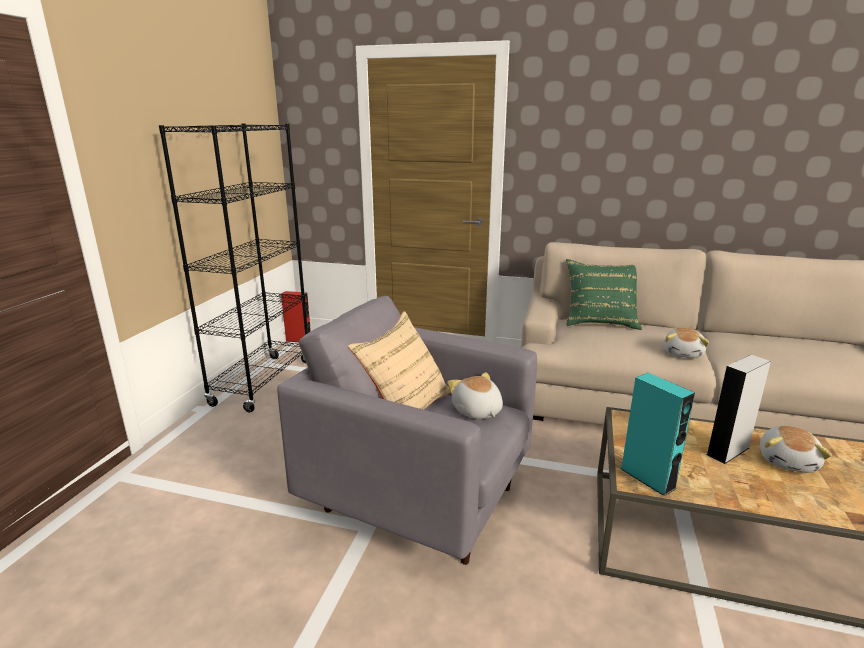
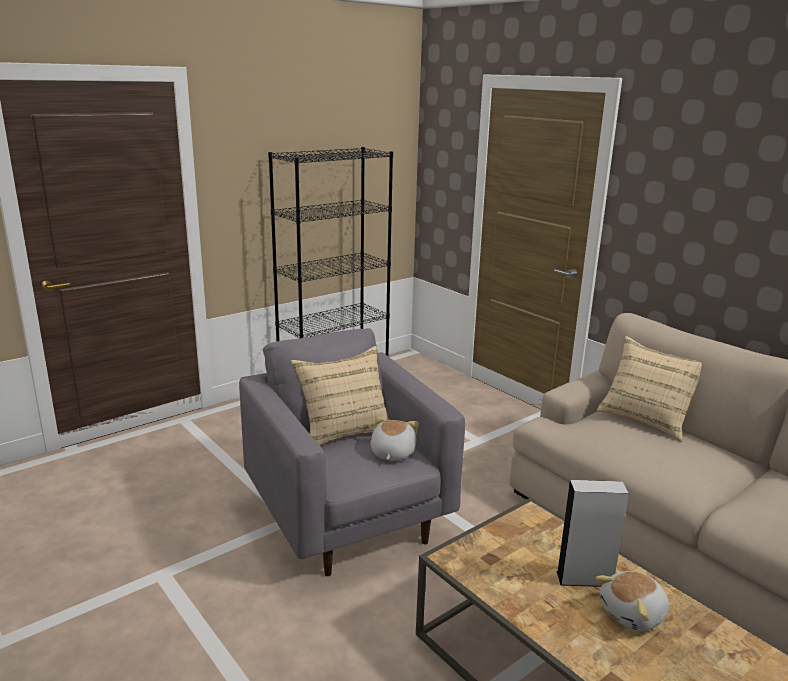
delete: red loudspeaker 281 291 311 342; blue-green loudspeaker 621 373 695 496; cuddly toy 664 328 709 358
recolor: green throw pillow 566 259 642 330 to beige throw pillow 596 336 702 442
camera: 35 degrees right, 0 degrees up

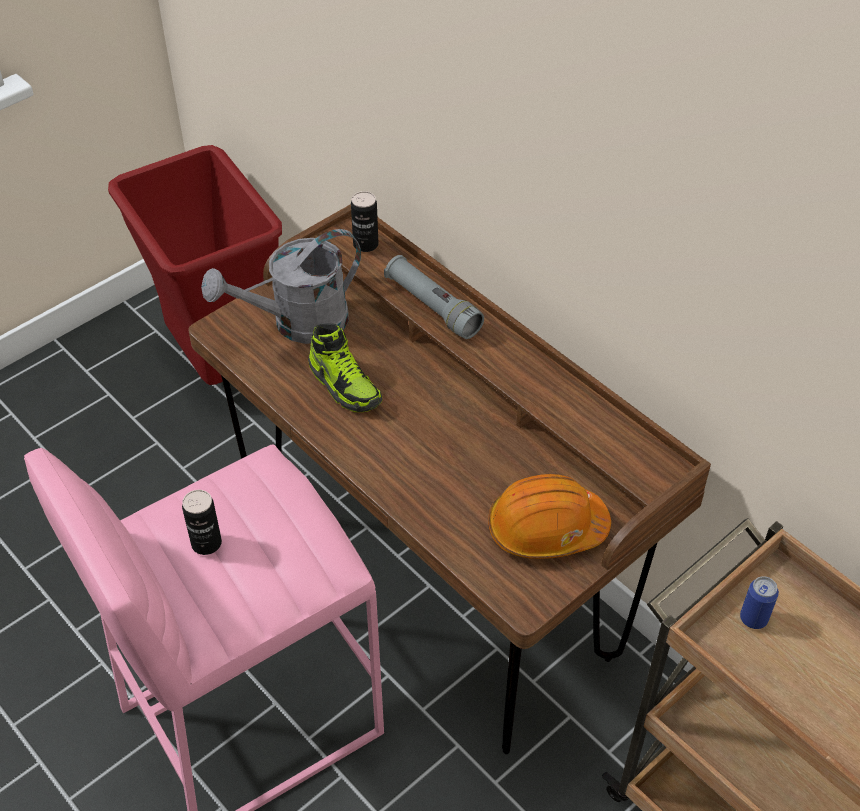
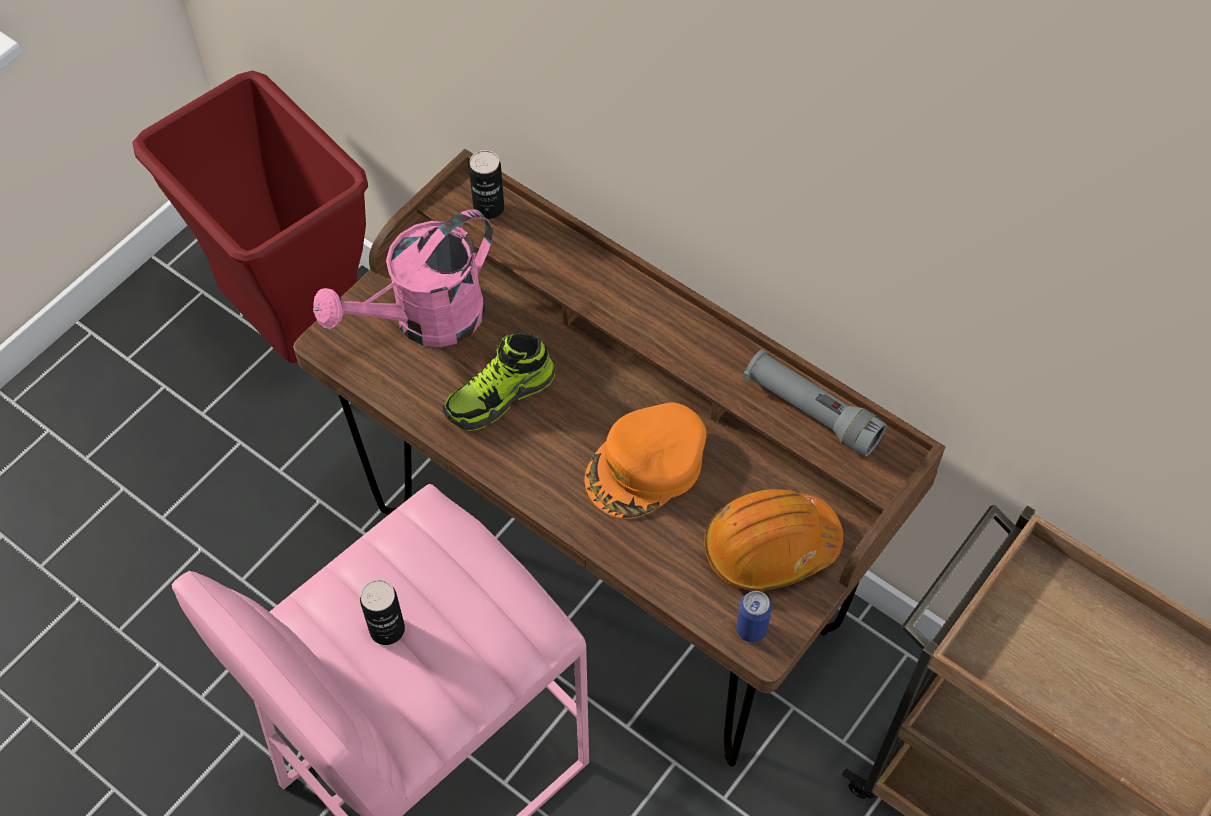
insert: orange-coloured peaked cap 584 403 706 519
move: sealed can 740 576 779 629 to 736 591 772 643; greyish hand torch 384 255 484 339 to 743 349 887 456
recolor: greyish watering can 201 229 361 344 to pink watering can 313 209 493 347
rotate: shoe 308 323 383 412 = 442 333 555 431 105 degrees clockwise
camera: 10 degrees left, 10 degrees up

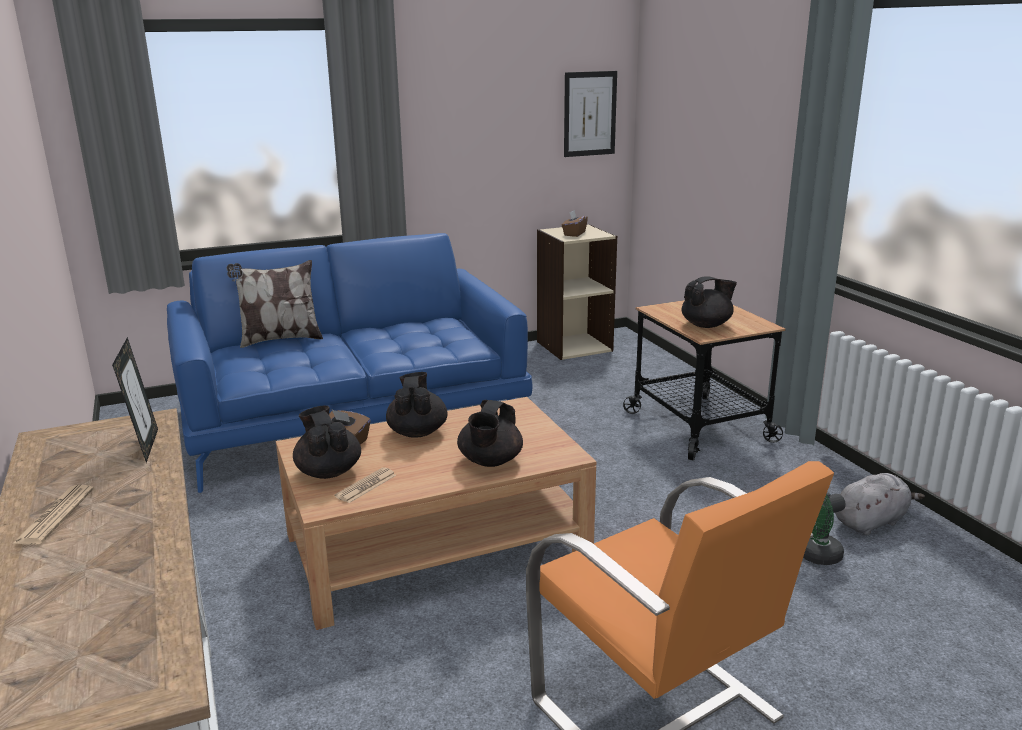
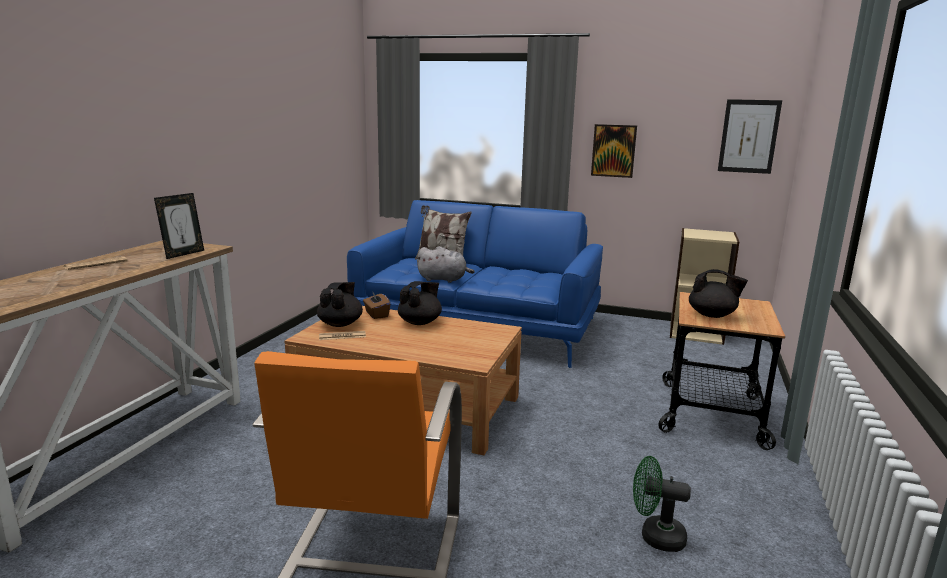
delete: blackish tea pot 457 400 523 467; brown tissue box 562 210 588 237
insert: picture 591 124 637 178
move: greyish cuddly toy 835 473 925 535 to 416 246 474 283
camera: 40 degrees right, 5 degrees down

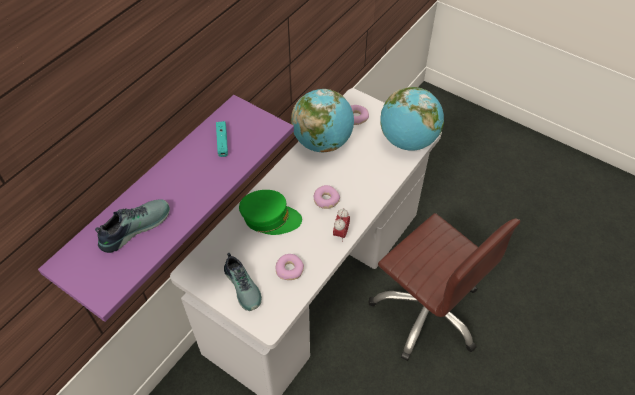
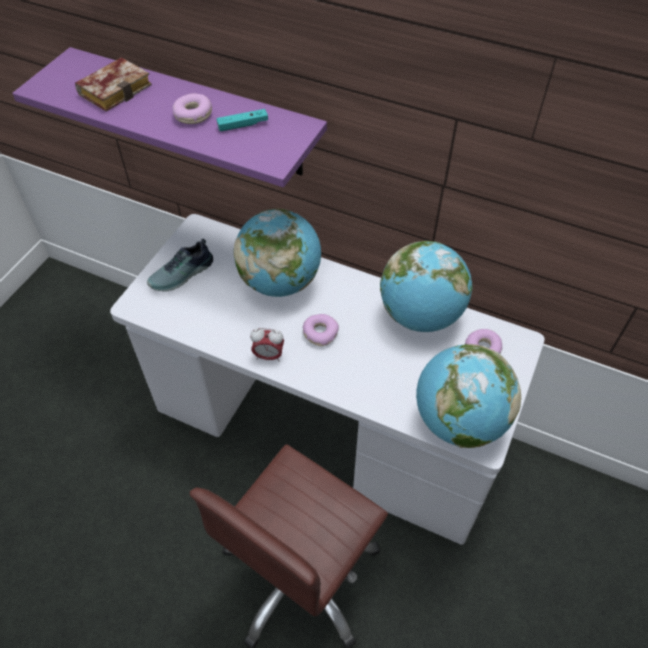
move: ring doughnut 275 254 304 280 to 173 94 212 124
replace: shoe 95 199 170 253 to book 75 57 152 112; green peaked cap 239 190 302 235 to desk globe 234 209 321 297
camera: 80 degrees right, 0 degrees up

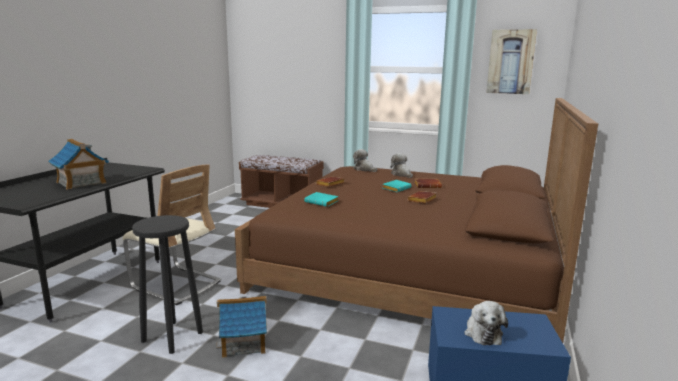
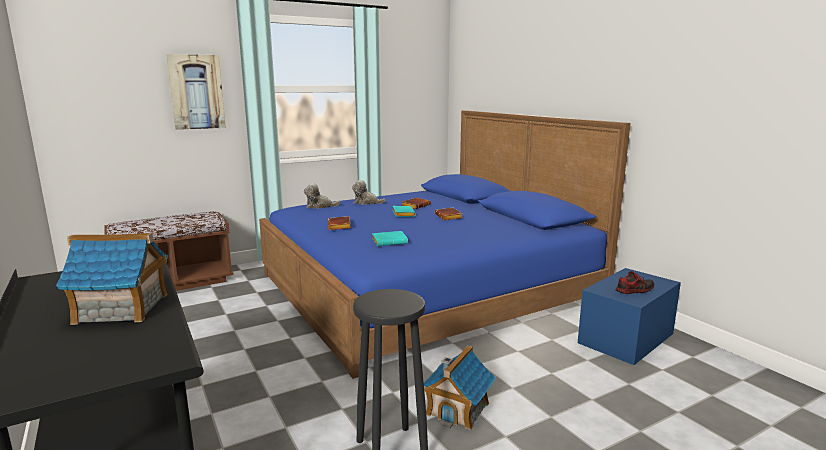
delete: beige plain chair 123 164 221 305
move: picture 486 29 537 94 to 166 54 226 130
replace: cuddly toy 464 301 508 345 to shoe 615 271 654 294
recolor: brown bed 235 98 598 343 to blue-coloured bed 259 110 631 379
camera: 50 degrees left, 0 degrees up

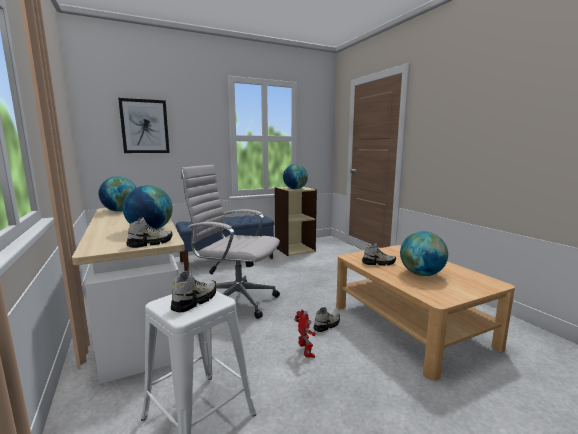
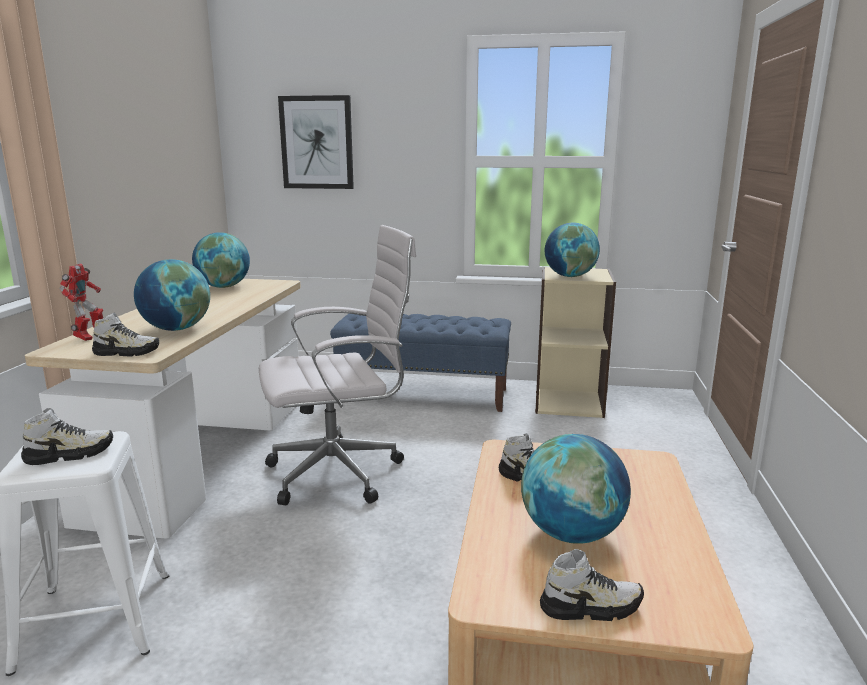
move: robot figure 294 309 316 358 to 59 263 103 341; shoe 314 307 340 332 to 540 549 644 621
rotate: white-coloured computer chair 180 165 280 319 = 259 225 416 505 105 degrees clockwise
camera: 35 degrees right, 5 degrees up

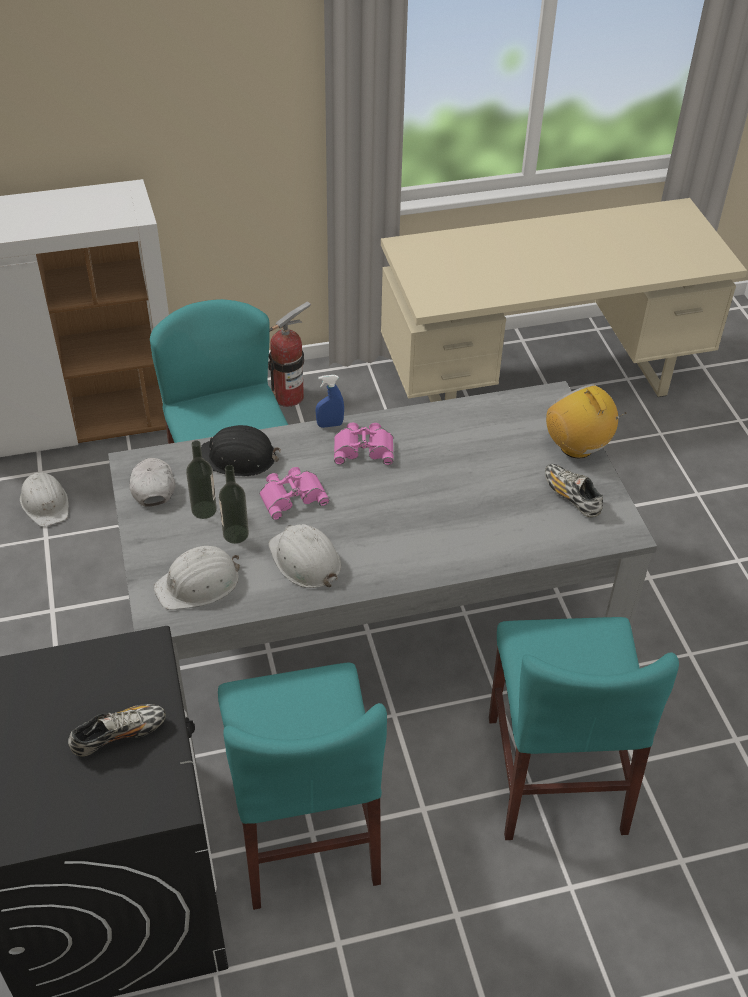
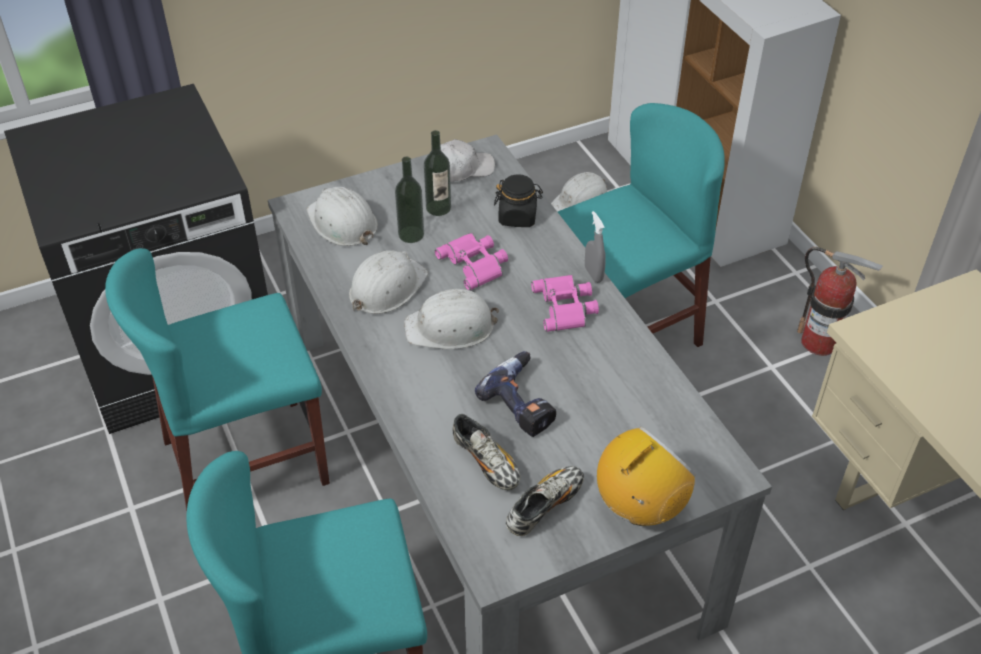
insert: white-coloured work helmet 404 289 499 349; electric drill 475 351 556 437
move: shoe 68 704 166 757 to 453 414 520 490
replace: blackish work helmet 201 425 281 476 to blackish preserve jar 494 174 543 227
recolor: blue-coloured hand sprayer 316 375 344 428 to greyish hand sprayer 585 211 606 283
camera: 80 degrees right, 0 degrees up

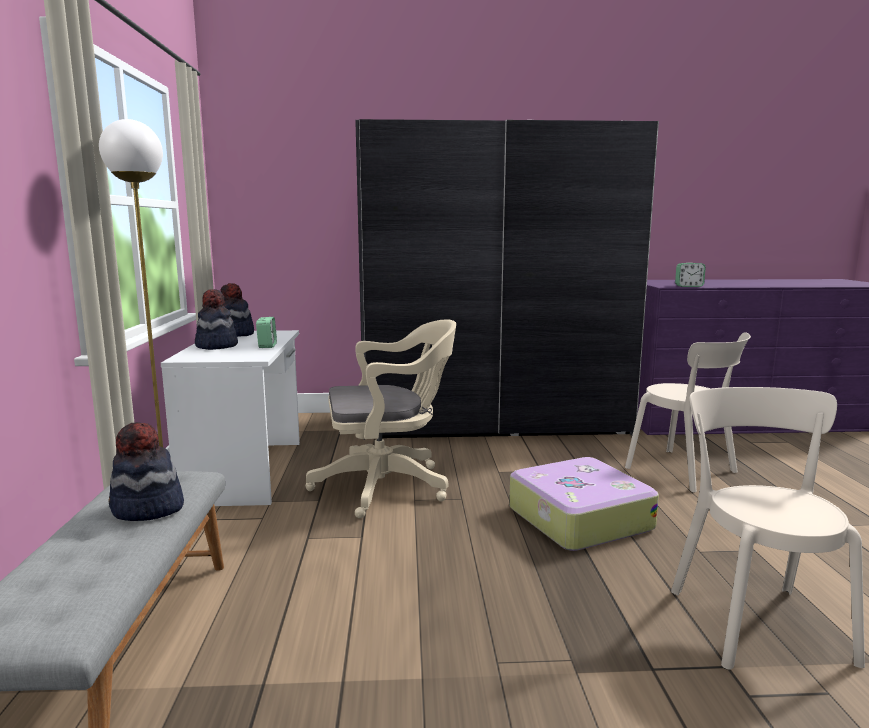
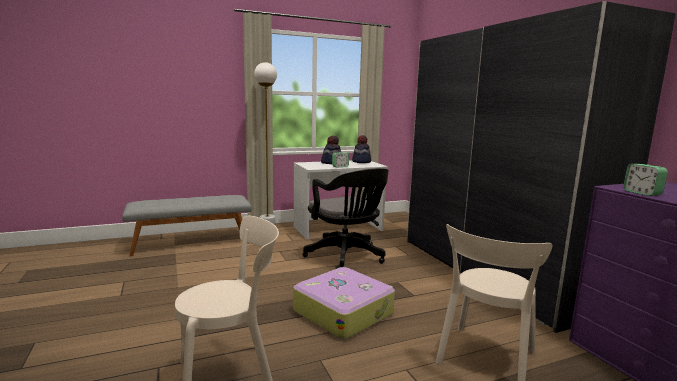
delete: wearable hat 108 422 184 521
recolor: beige computer chair 305 319 456 518 to blackish computer chair 302 168 389 269
camera: 70 degrees right, 0 degrees up

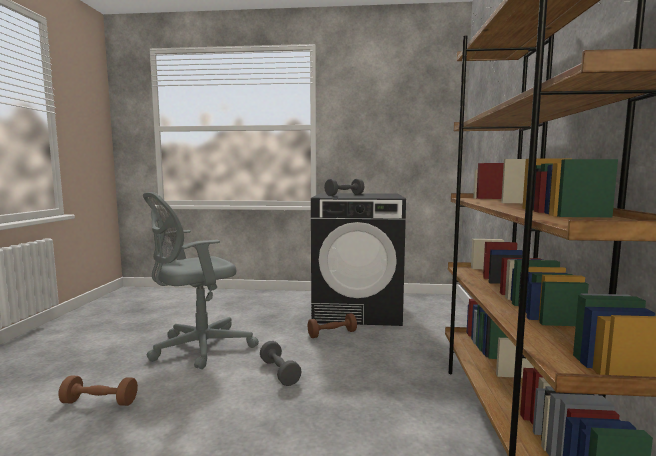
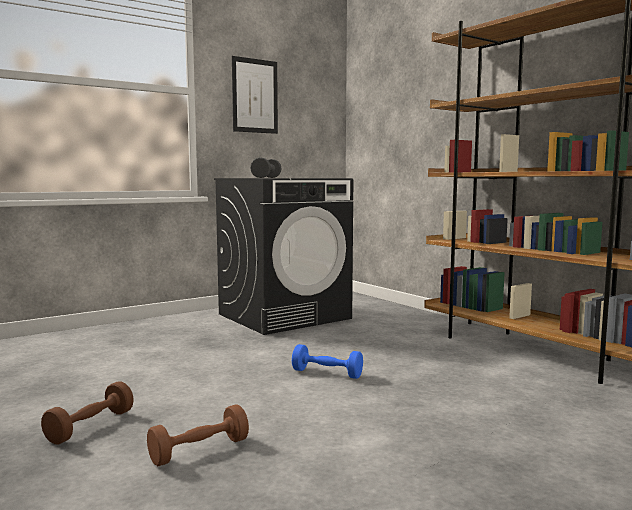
delete: greyish computer chair 143 192 259 369
insert: picture 232 56 278 134
move: brown free weight 308 313 357 338 to 41 382 134 444
recolor: greyish free weight 260 341 302 386 to blue-coloured free weight 292 344 363 379
camera: 40 degrees left, 0 degrees up

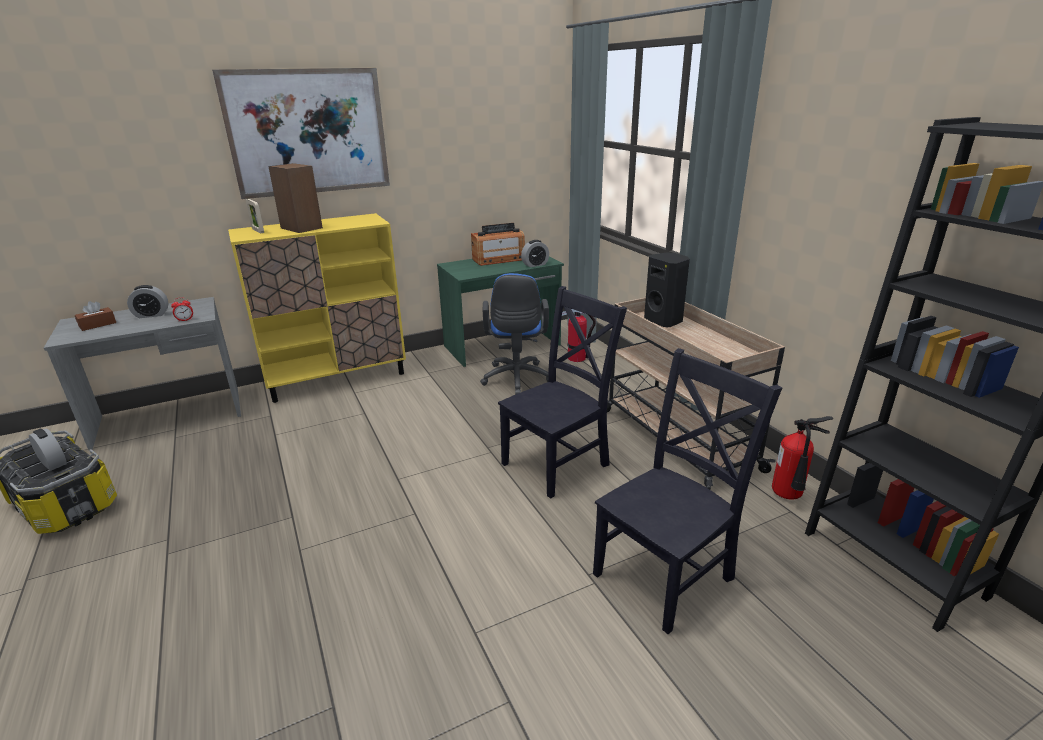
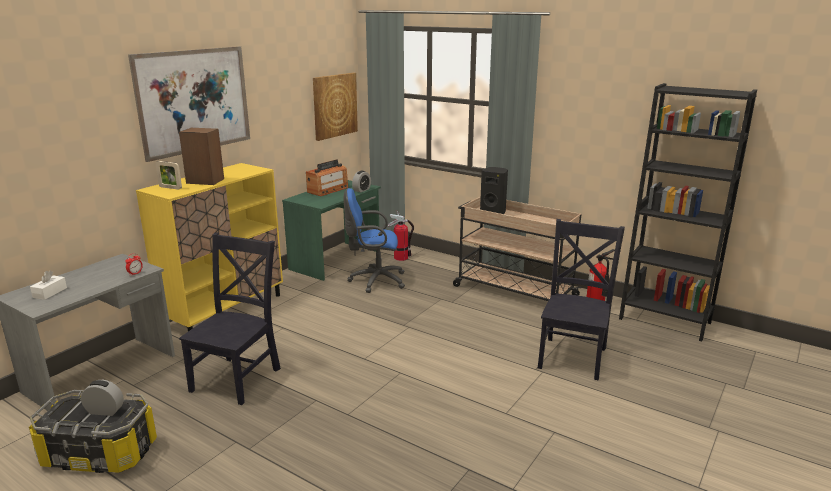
delete: table clock 127 285 169 318
insert: picture 313 73 358 141
move: blackish plain chair 498 286 627 498 to 179 233 281 405
recolor: brown tissue box 75 301 116 331 to white-coloured tissue box 30 271 67 300
rotate: blue-coloured computer chair 480 273 549 395 = 344 188 405 293 120 degrees clockwise
camera: 30 degrees left, 5 degrees down

